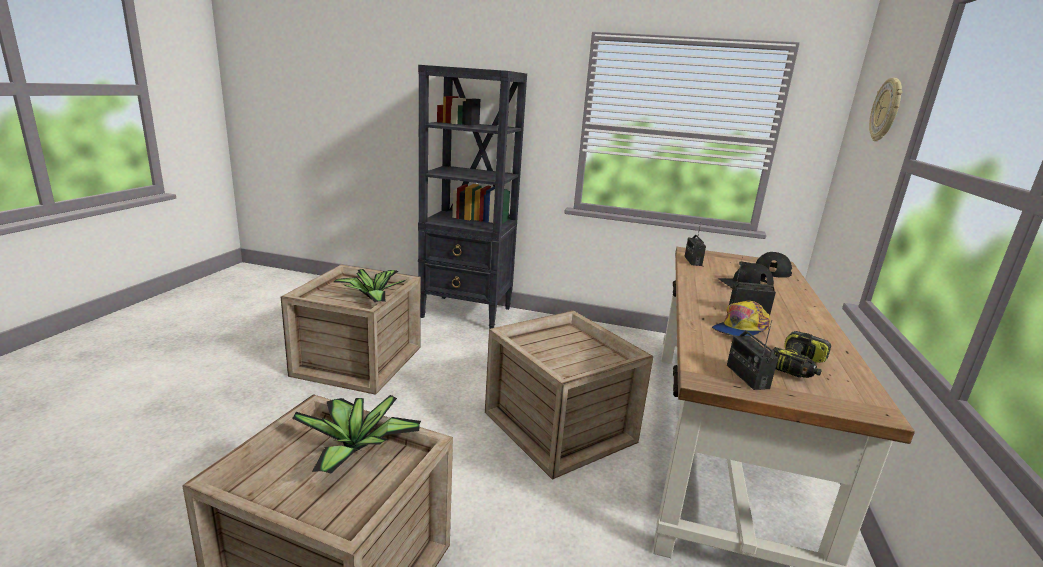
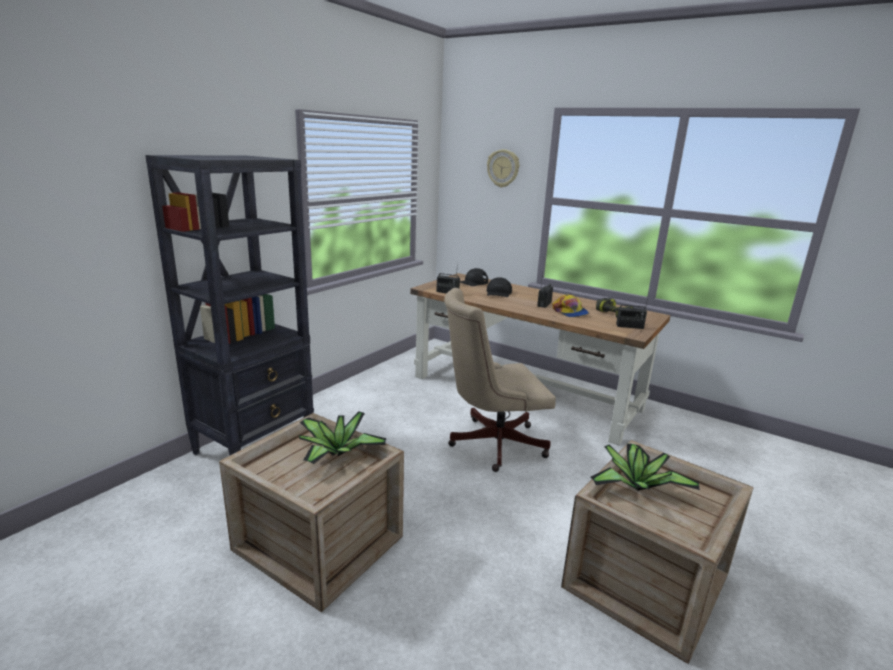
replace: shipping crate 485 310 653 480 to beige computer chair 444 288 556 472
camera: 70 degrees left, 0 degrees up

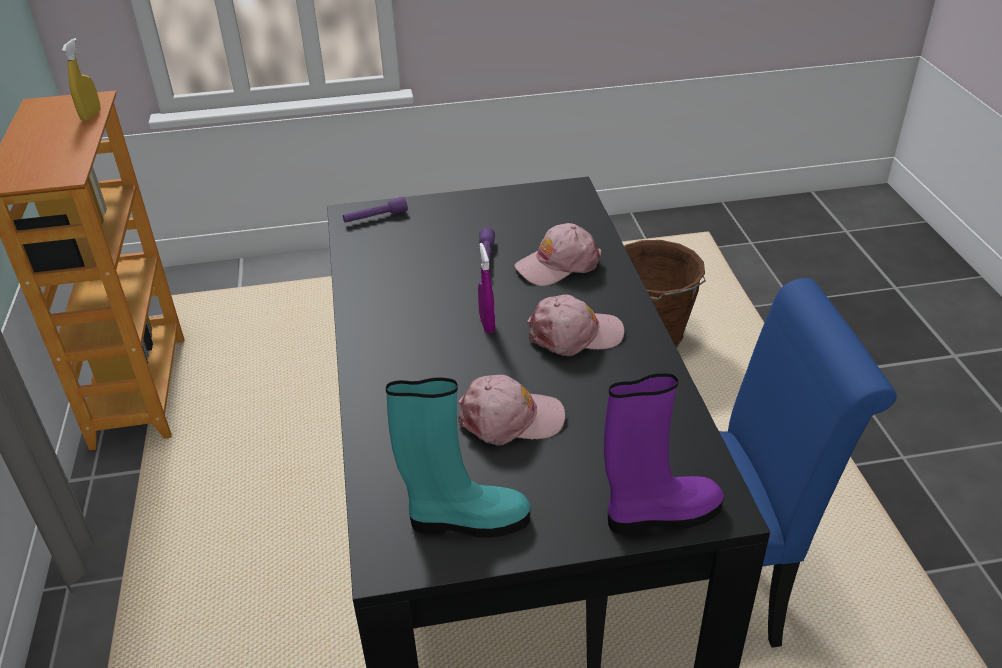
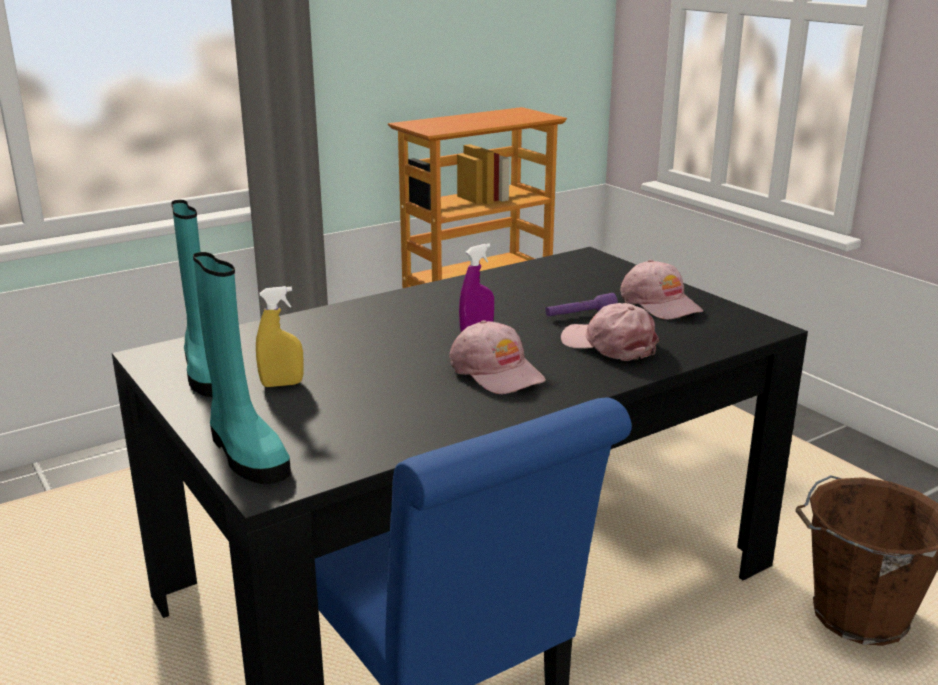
delete: purple-coloured hand torch 343 197 408 223
move: yellow hand sprayer 62 38 101 121 to 256 286 304 387; pink peaked cap 458 375 565 446 to 620 260 703 320
recolor: purple-coloured high-top boot 604 373 724 534 to blue-green high-top boot 193 252 291 484
camera: 65 degrees right, 15 degrees down

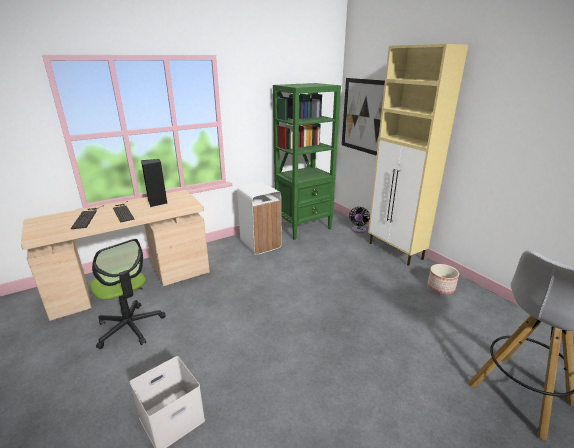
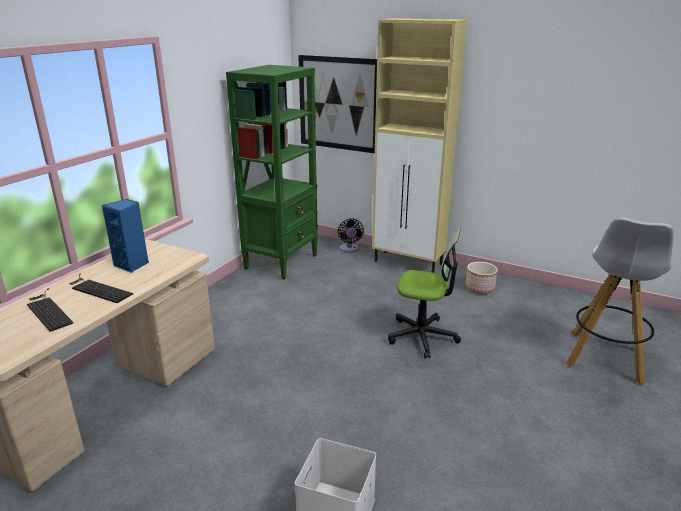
delete: white-coloured waste bin 237 182 281 255
move: computer chair 90 239 166 349 to 388 227 461 359
recolor: blackish loudspeaker 141 159 167 207 to blue-coloured loudspeaker 102 199 149 273
camera: 30 degrees left, 0 degrees up

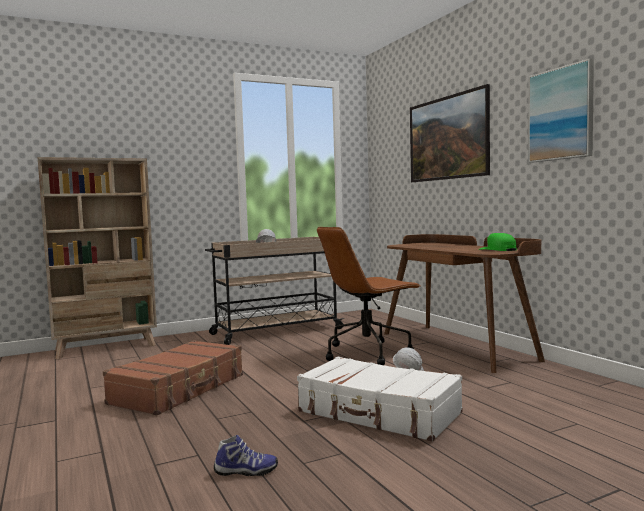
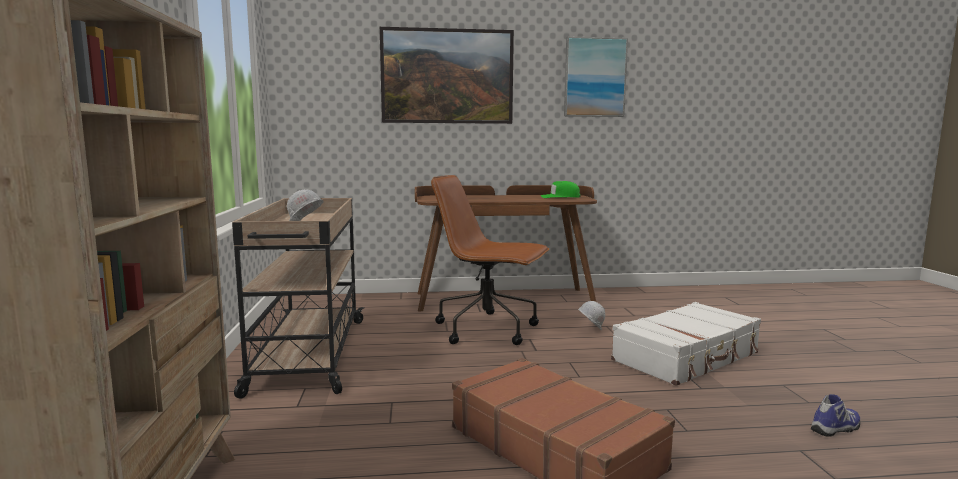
rotate: brown computer chair 317 227 421 365 = 431 175 549 345 120 degrees clockwise; shoe 214 435 278 476 = 811 394 860 437 45 degrees clockwise
camera: 70 degrees left, 5 degrees up

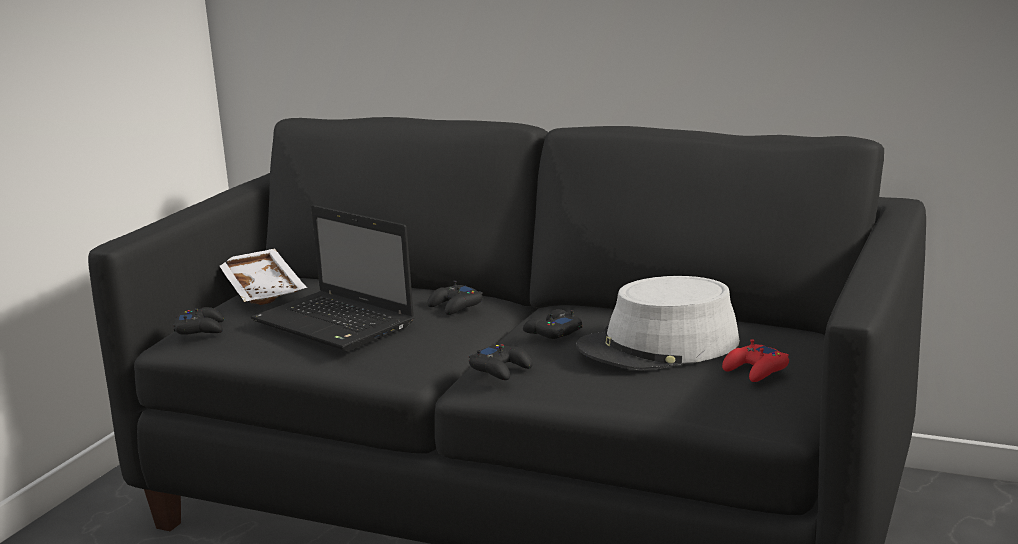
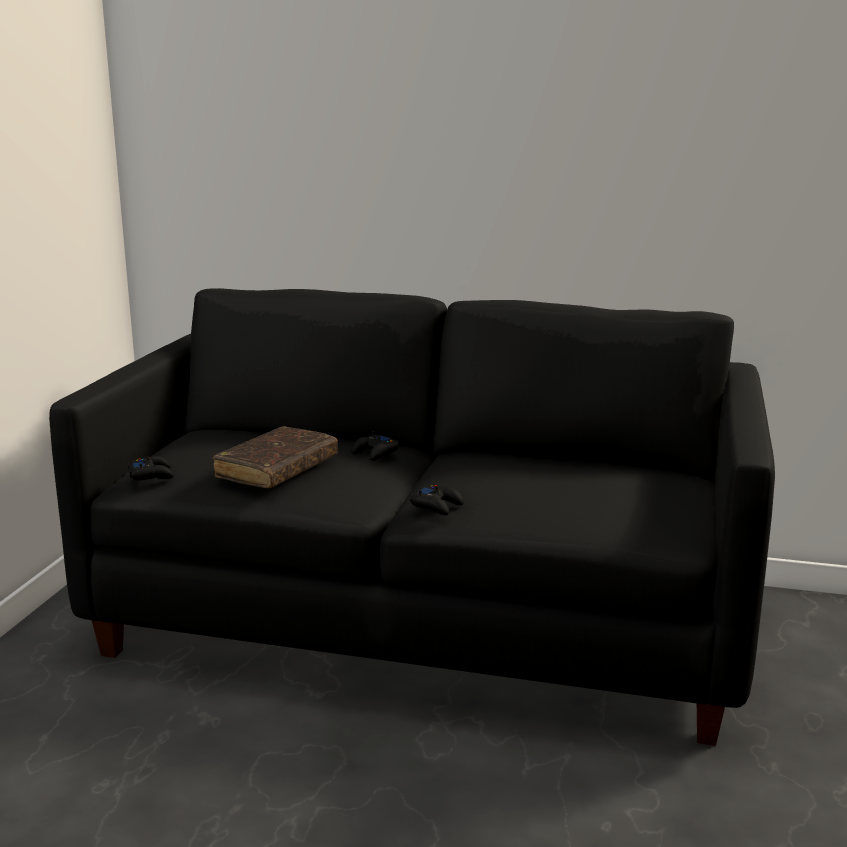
delete: white-coloured carrying tray 220 249 307 305; blackish joypad 523 309 582 339; greyish wearable hat 576 276 740 371; red joypad 722 339 789 382
replace: laptop 251 205 414 351 to brown book 213 426 338 488
camera: 10 degrees left, 0 degrees up

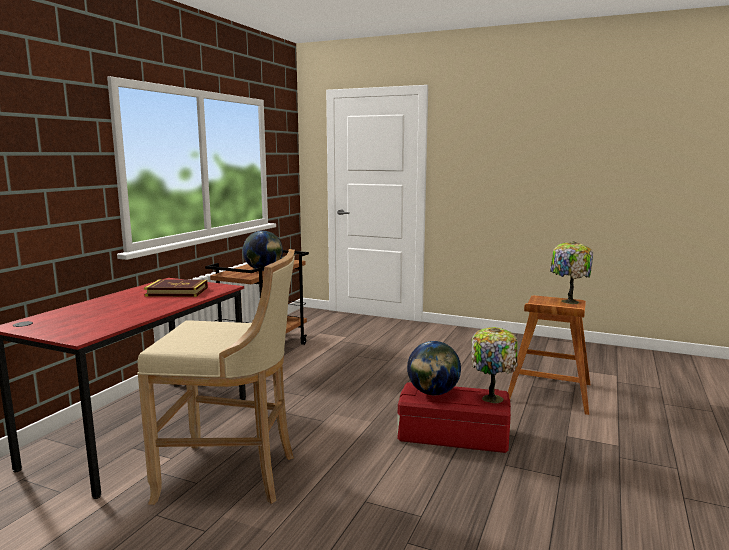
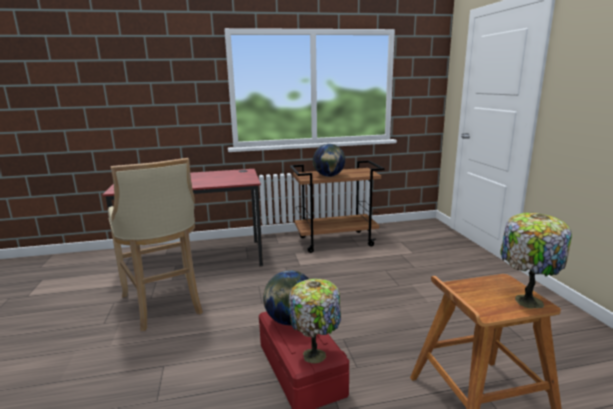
delete: book 144 279 208 297
camera: 55 degrees right, 5 degrees up

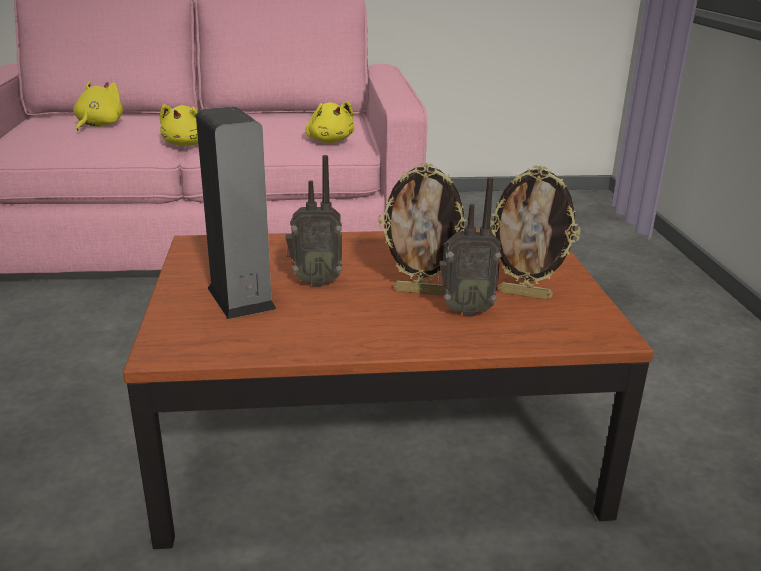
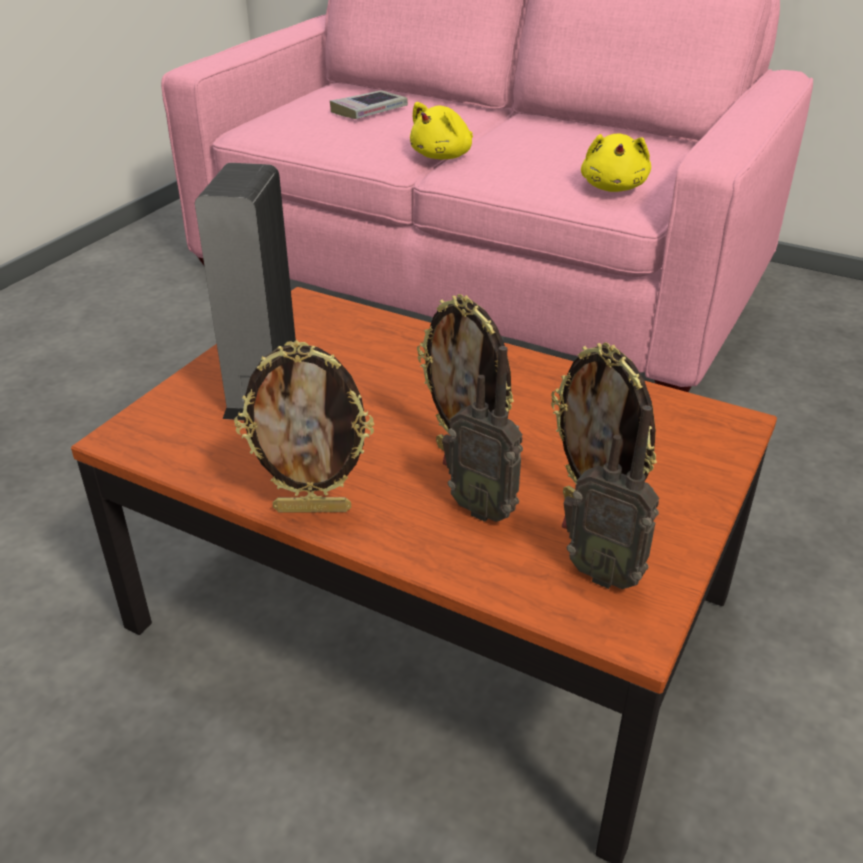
insert: photo frame 234 340 374 513
move: radio 286 155 342 286 to 562 405 660 589
replace: yellow cuddly toy 73 81 123 131 to book 330 90 408 119
camera: 35 degrees right, 10 degrees up

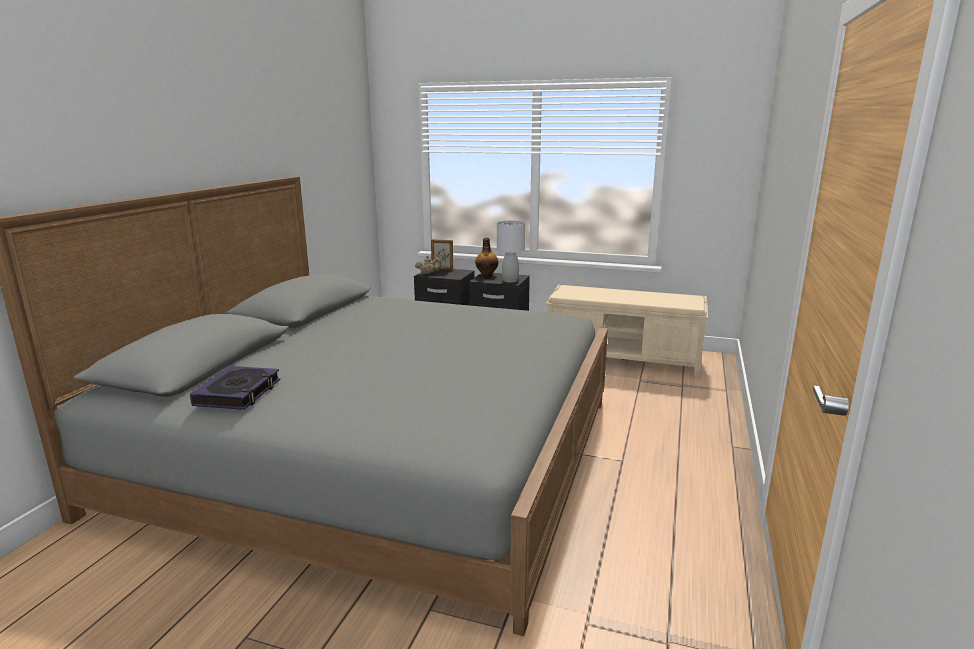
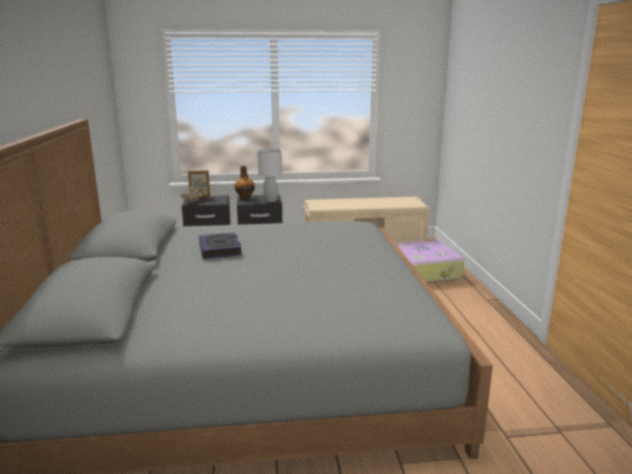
insert: piece of luggage 396 241 464 283
move: book 190 366 280 410 to 199 232 242 259
camera: 25 degrees left, 0 degrees up

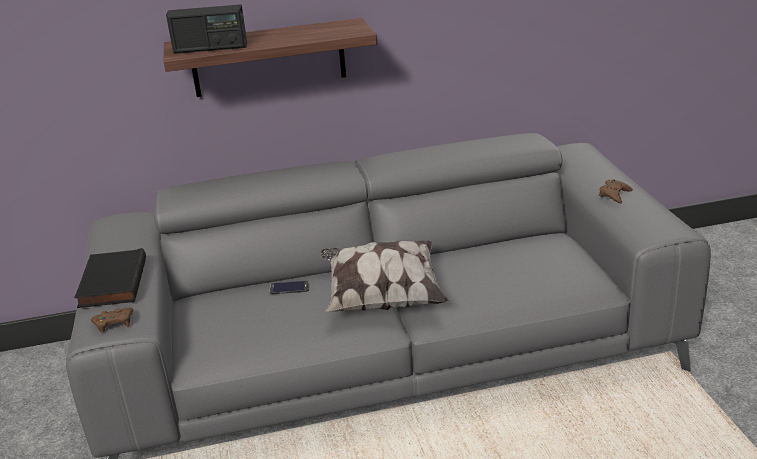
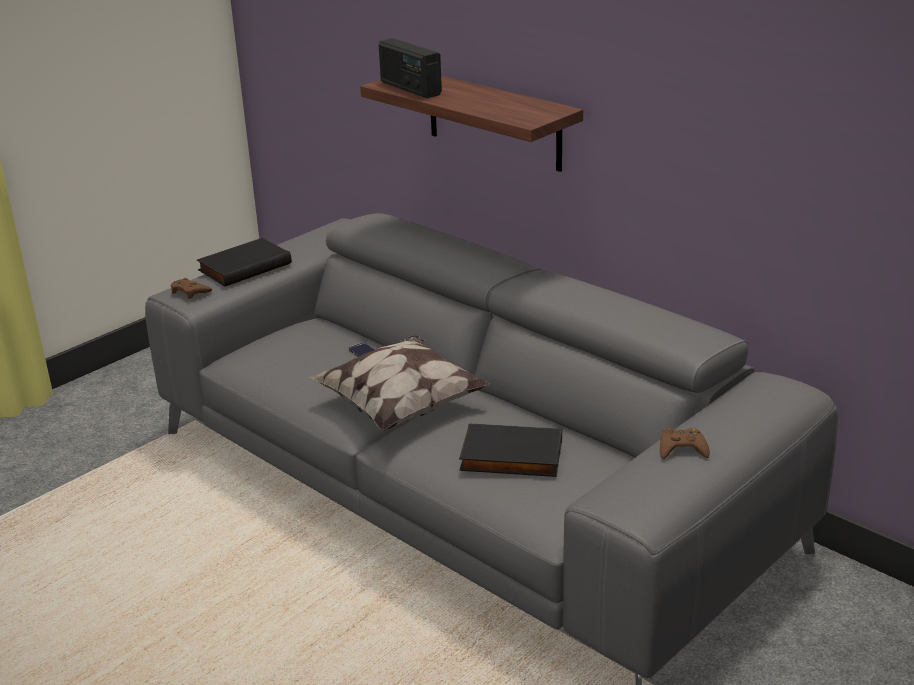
insert: blackish book 459 424 562 477
camera: 55 degrees right, 0 degrees up

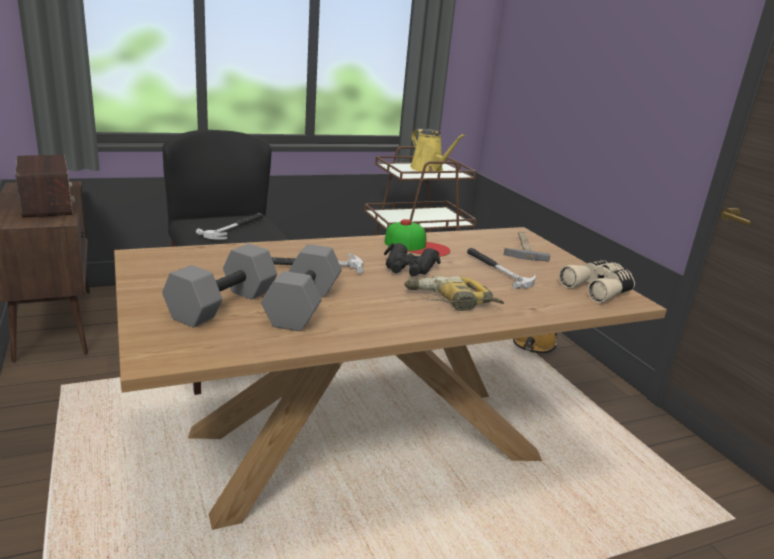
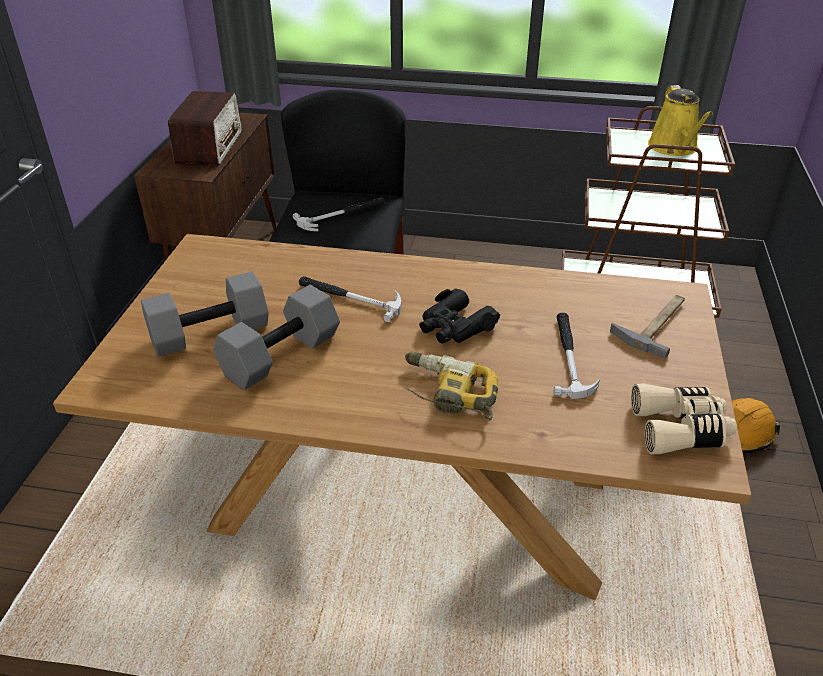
delete: peaked cap 385 219 450 257
camera: 35 degrees right, 15 degrees up

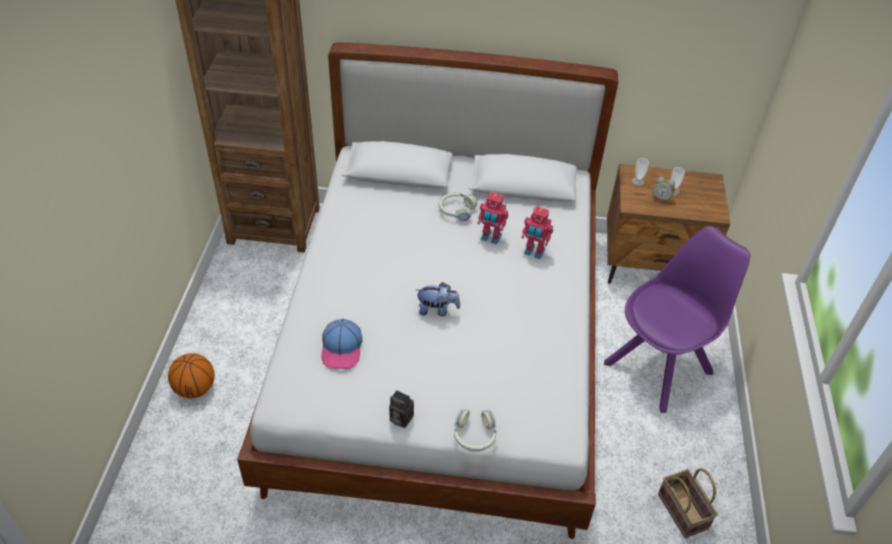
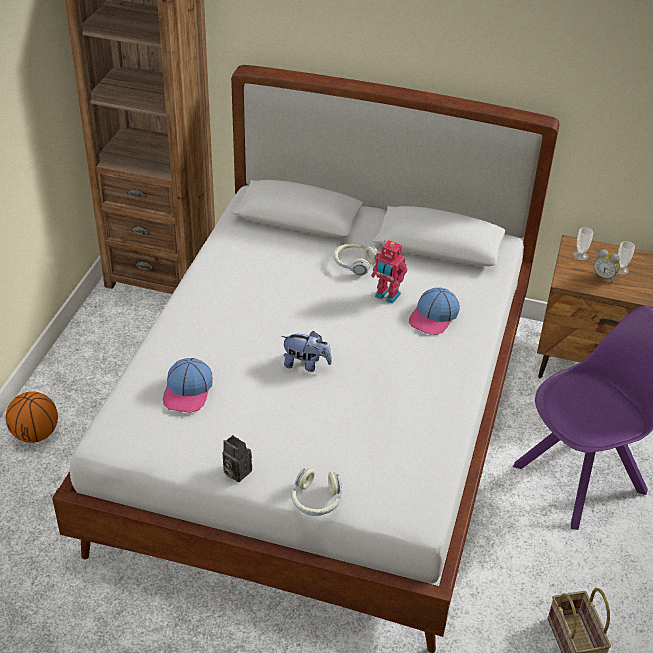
replace: robot figure 521 206 553 259 to peaked cap 409 288 460 335
camera: 10 degrees right, 5 degrees down

